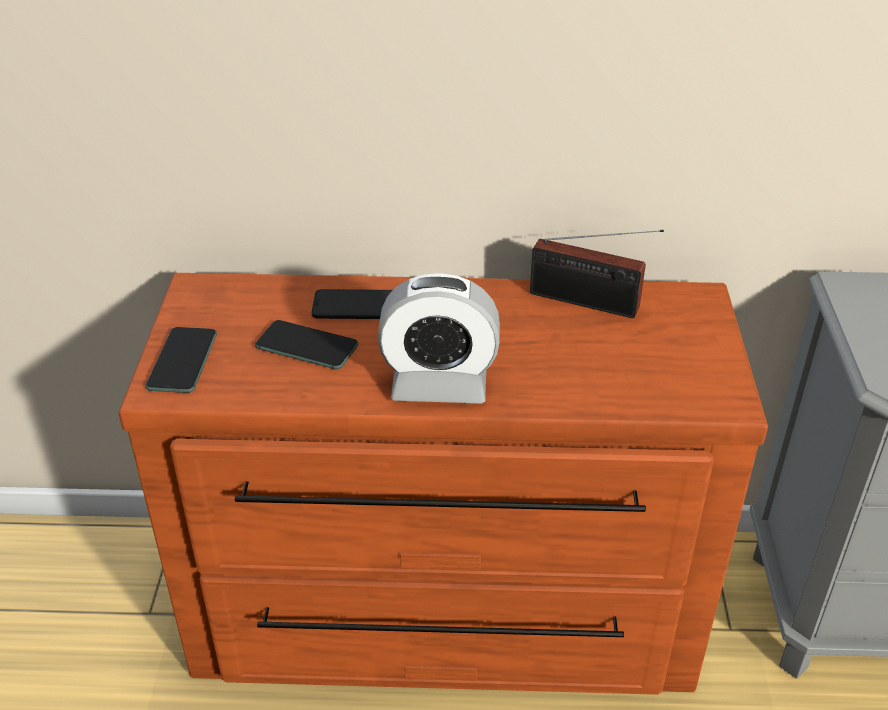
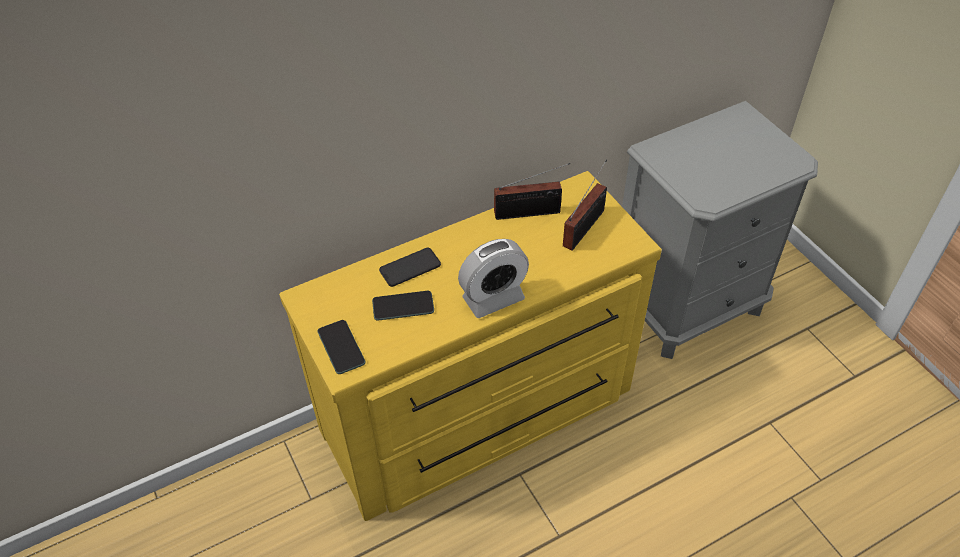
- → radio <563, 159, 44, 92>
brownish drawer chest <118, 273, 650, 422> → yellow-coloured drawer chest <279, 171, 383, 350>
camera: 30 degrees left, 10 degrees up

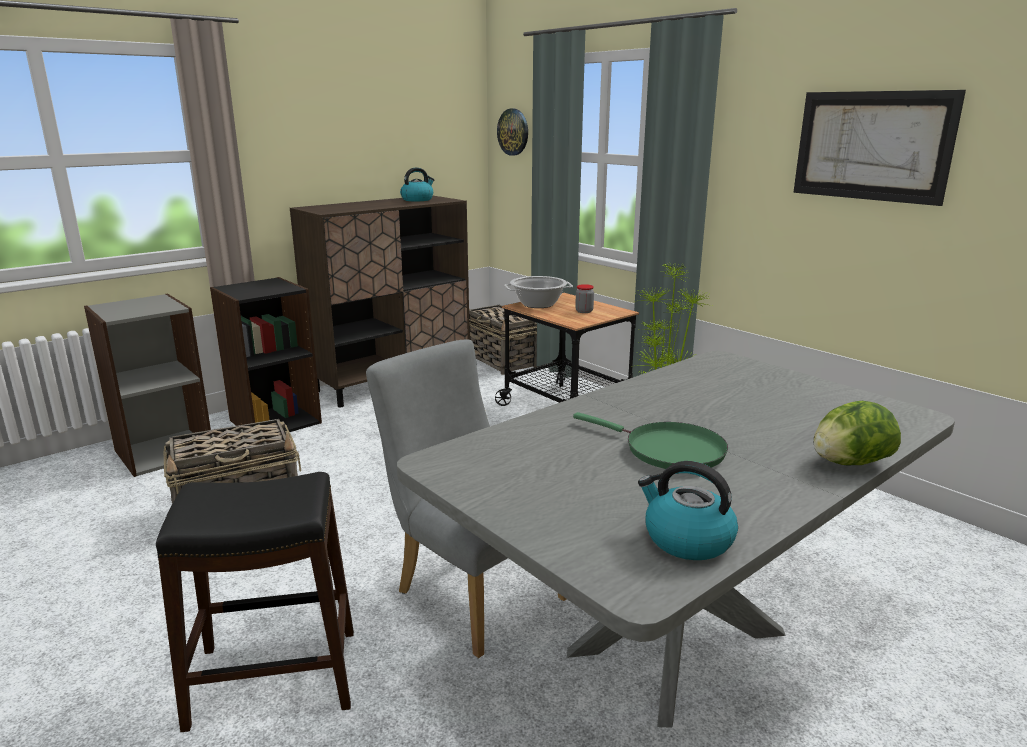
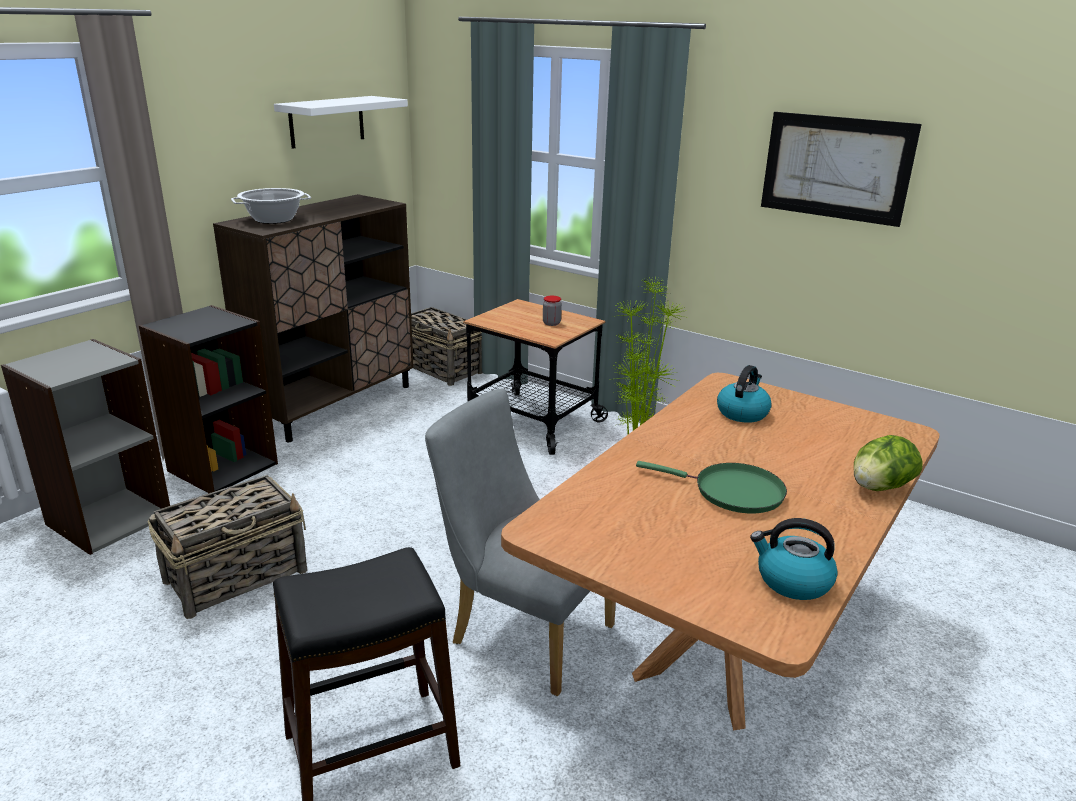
wall clock <497, 109, 31, 47> → -
- → whitish wall shelf <274, 96, 134, 53>
kettle <400, 168, 34, 34> → kettle <717, 365, 55, 58>, relocated
saucepot <504, 276, 69, 32> → saucepot <231, 188, 80, 36>, relocated
grey kitchen table <397, 351, 558, 377> → brownish kitchen table <501, 373, 439, 357>
camera: 15 degrees left, 5 degrees up

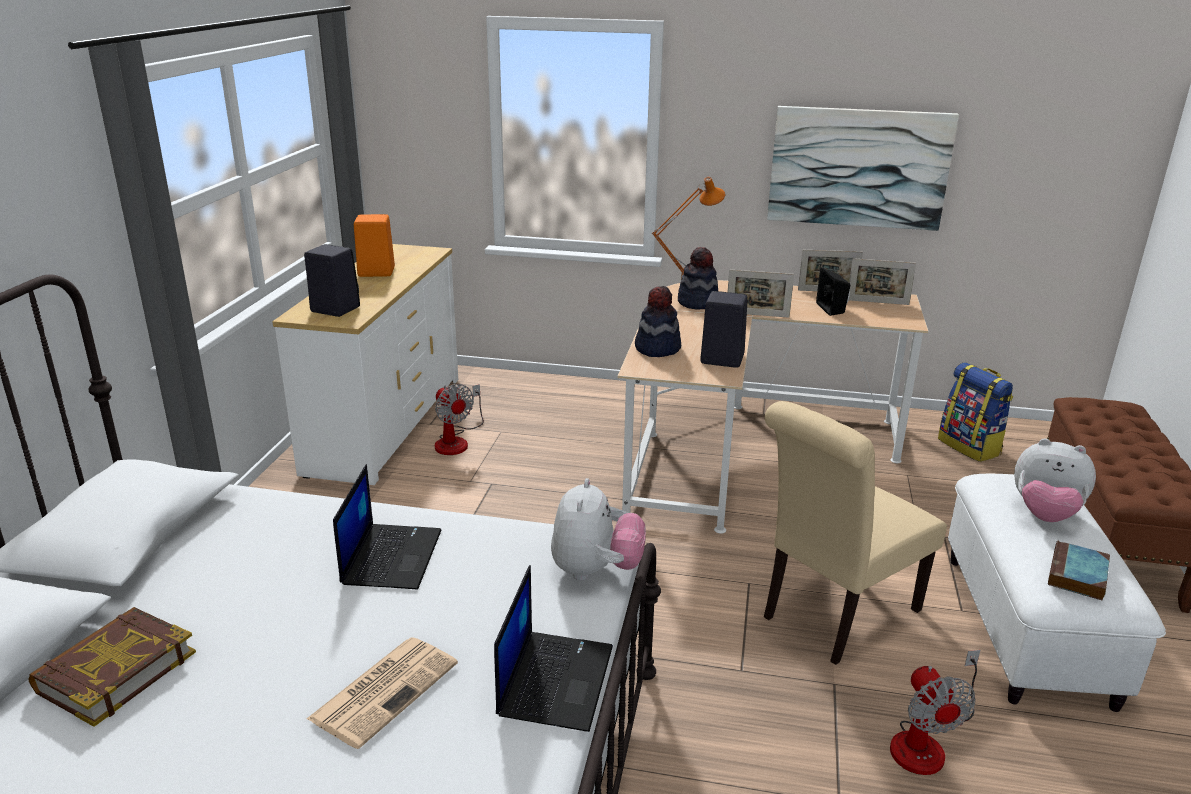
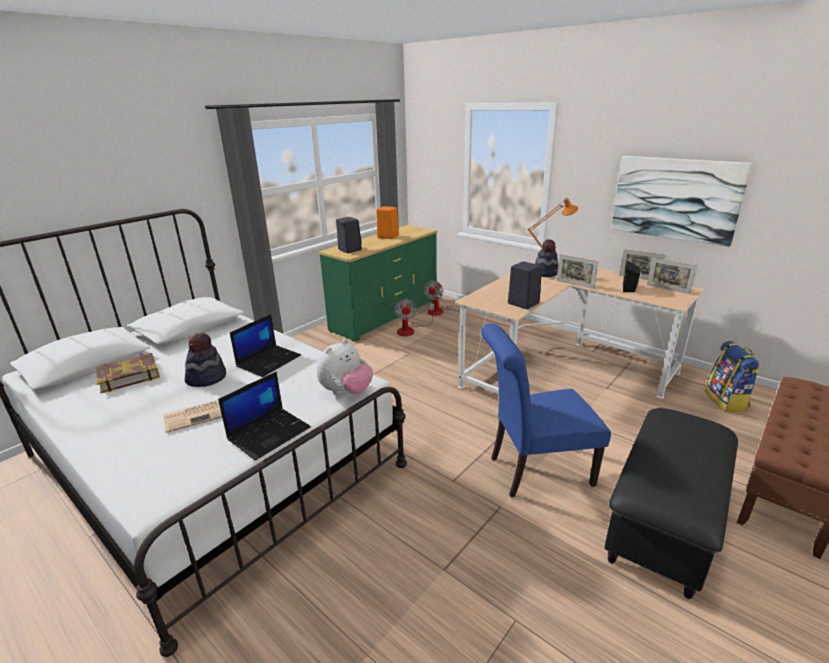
soft toy <1014, 438, 82, 84> → -
book <1048, 541, 62, 60> → -
clothing hat <635, 286, 46, 71> → clothing hat <185, 333, 41, 54>, relocated
fan <890, 650, 90, 125> → fan <424, 280, 48, 36>, relocated
whitish drawer chest <272, 244, 186, 241> → green-coloured drawer chest <319, 225, 118, 117>
sand-coloured plain chair <764, 401, 183, 264> → blue plain chair <481, 324, 130, 173>
whitish ottoman <948, 474, 218, 238> → black ottoman <605, 408, 133, 191>
camera: 30 degrees right, 0 degrees up

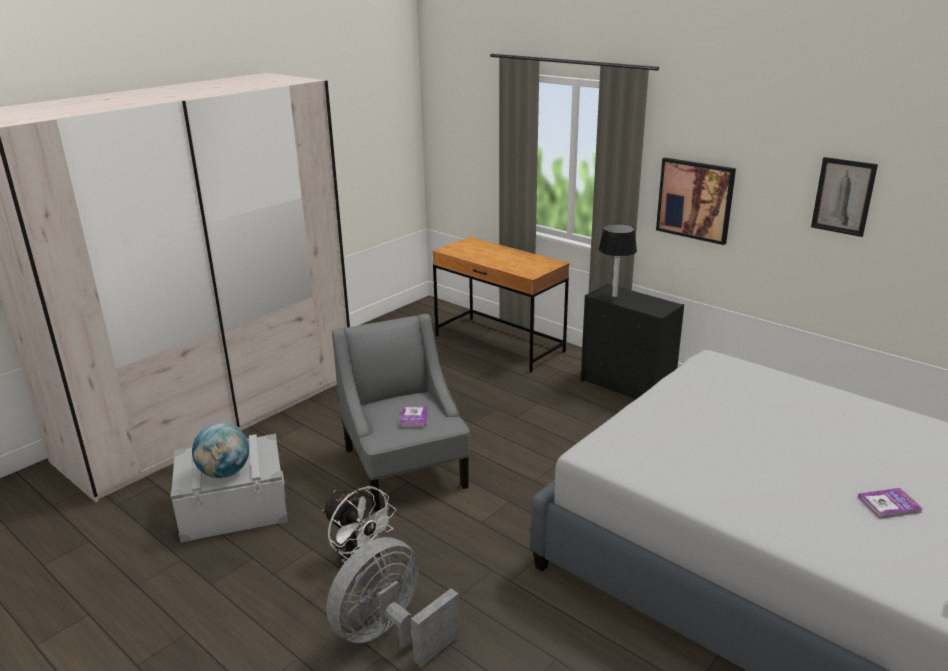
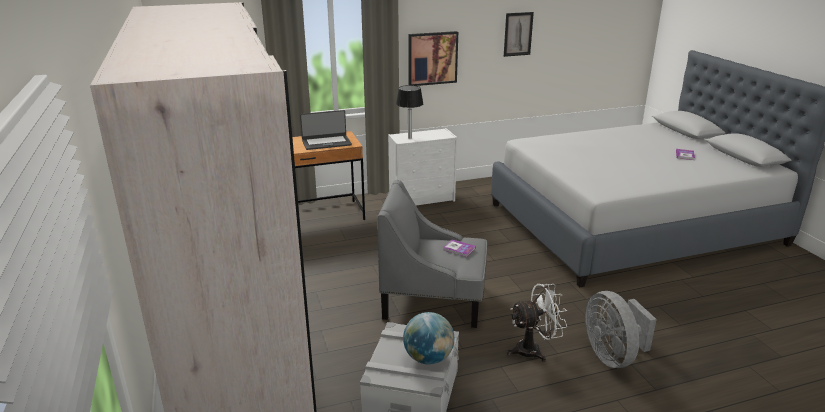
- → notebook computer <300, 110, 52, 40>
black drawer chest <581, 283, 103, 116> → whitish drawer chest <388, 128, 69, 78>
camera: 60 degrees left, 0 degrees up

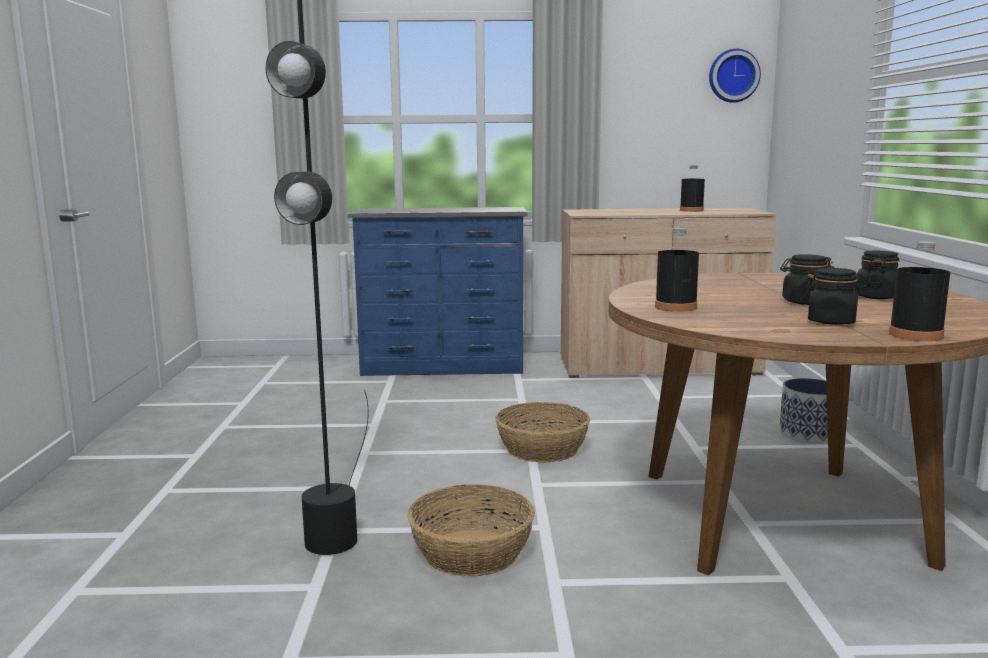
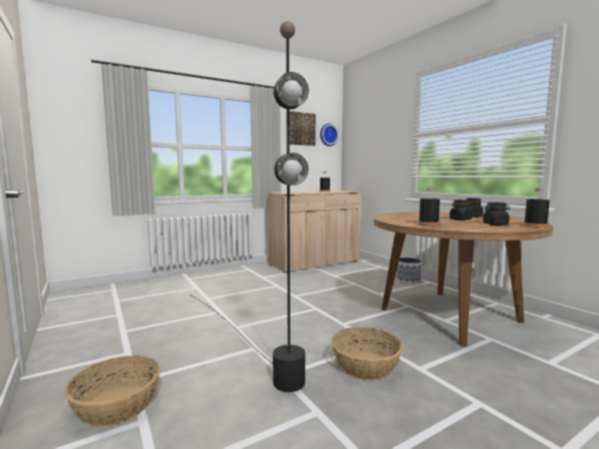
blue drawer chest <348, 207, 179, 169> → -
- → picture <289, 111, 27, 35>
household basket <495, 402, 95, 61> → household basket <65, 355, 96, 72>, relocated
camera: 30 degrees left, 5 degrees down

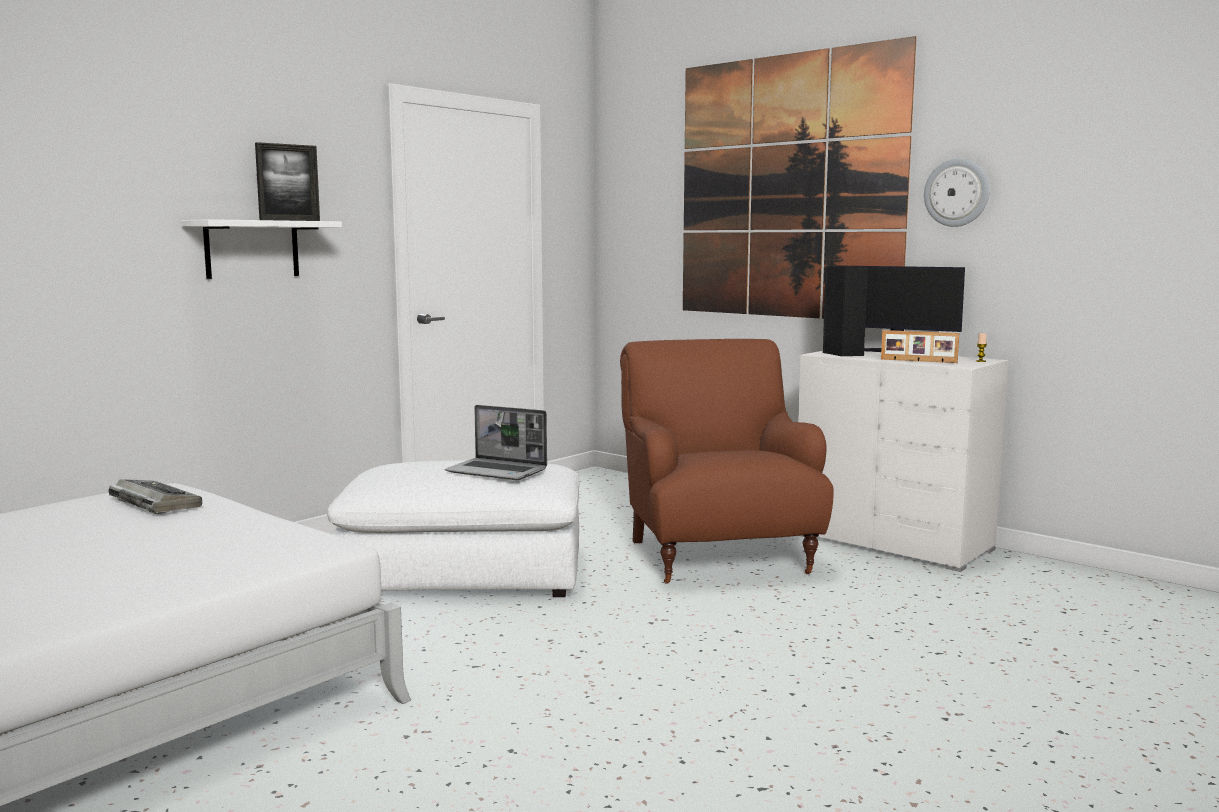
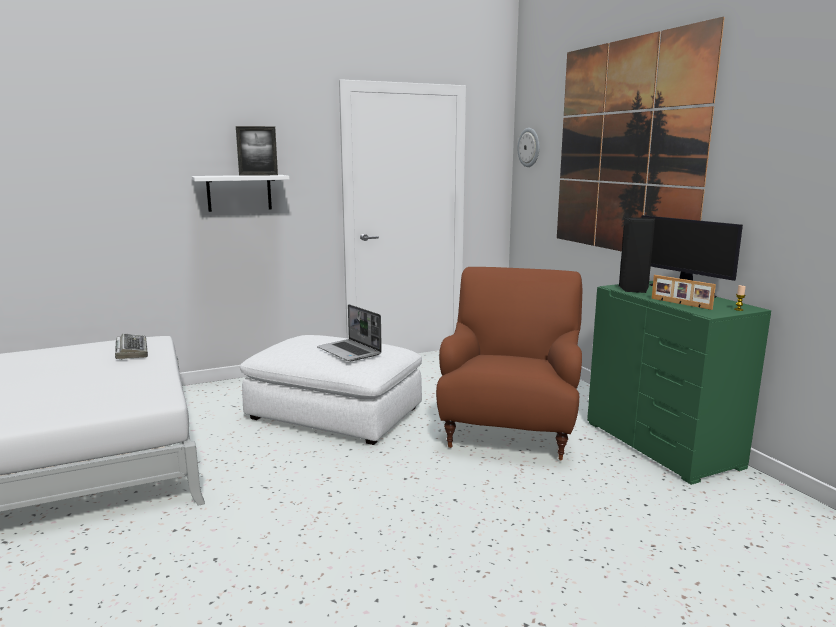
wall clock <924, 158, 66, 69> → wall clock <517, 128, 22, 39>, relocated
whitish drawer chest <798, 351, 211, 221> → green-coloured drawer chest <587, 281, 184, 204>
camera: 25 degrees right, 5 degrees up

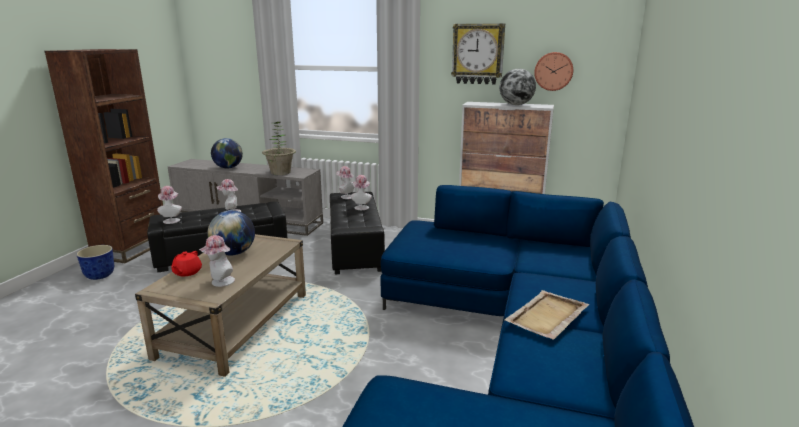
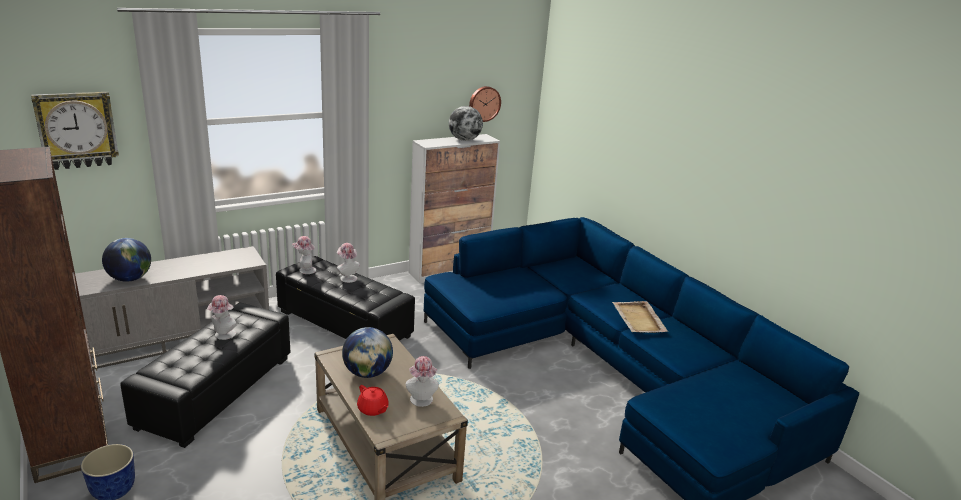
clothing hat <157, 186, 25, 38> → -
houseplant <262, 122, 34, 53> → -
wall clock <451, 23, 54, 61> → wall clock <31, 92, 88, 78>, relocated
camera: 50 degrees left, 5 degrees up

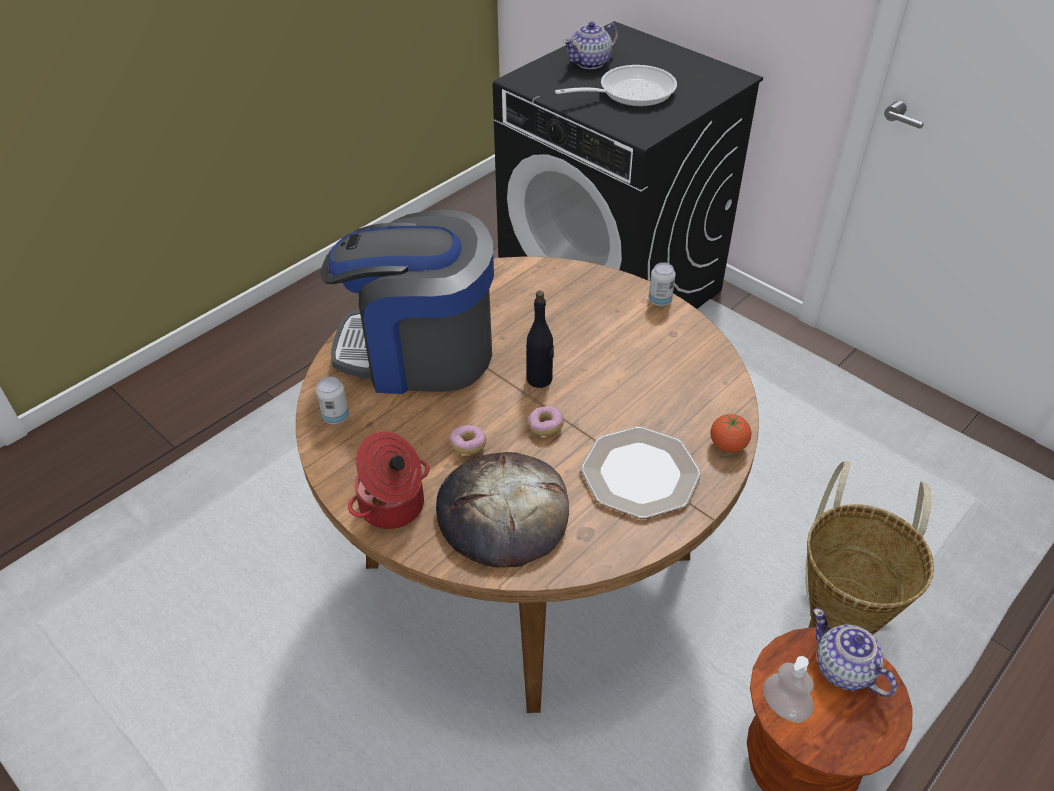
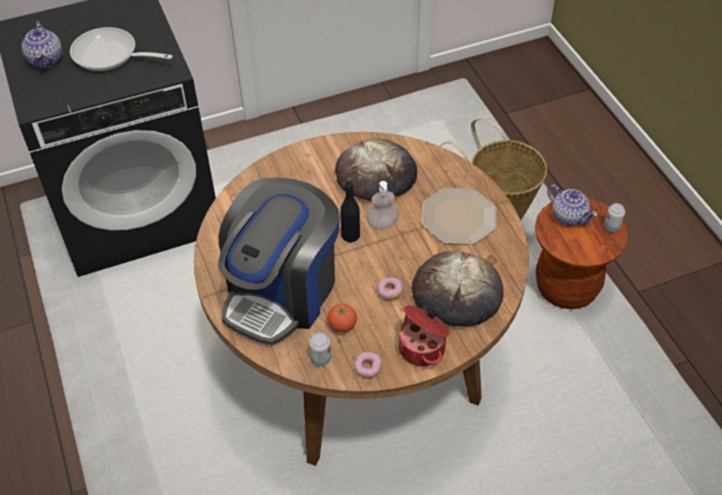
- → baked bread <335, 138, 82, 63>
ring doughnut <528, 406, 35, 30> → ring doughnut <354, 352, 28, 26>, relocated
sealed can <649, 262, 27, 44> → sealed can <604, 203, 21, 29>, relocated
fresh tomato <710, 414, 41, 39> → fresh tomato <327, 304, 30, 29>, relocated
liquid soap bottle <763, 656, 51, 67> → liquid soap bottle <366, 181, 34, 49>, relocated
skillet <555, 65, 122, 41> → skillet <70, 27, 103, 44>, 75 degrees counterclockwise
teapot <813, 608, 84, 89> → teapot <547, 185, 51, 41>, 120 degrees counterclockwise
camera: 65 degrees left, 5 degrees up

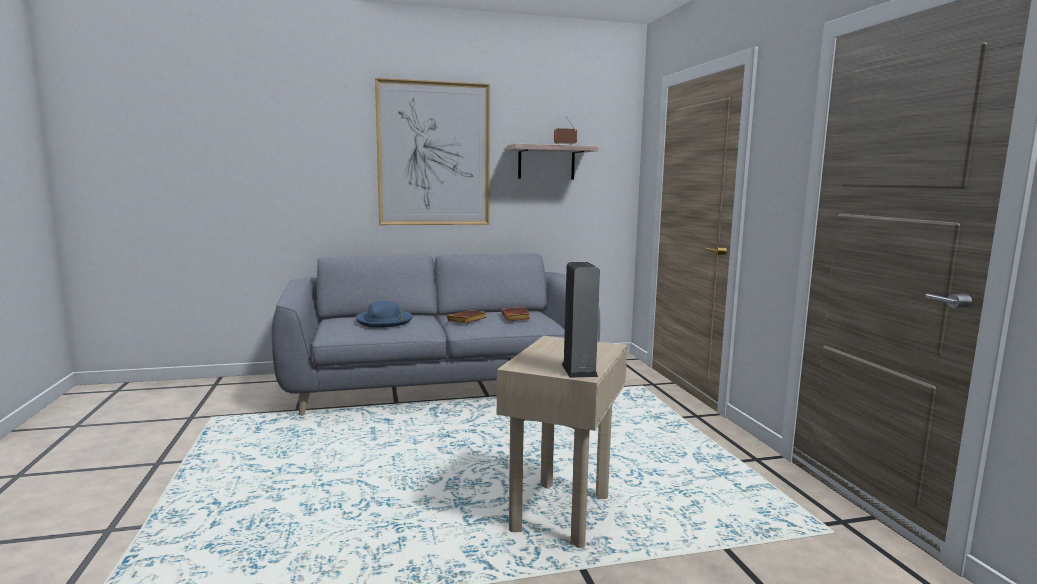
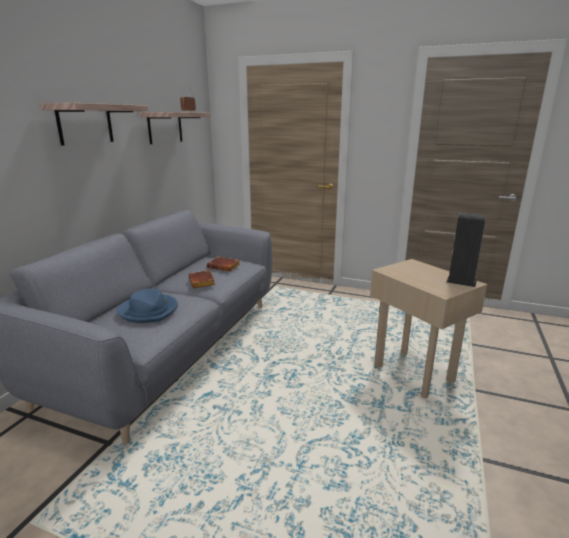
picture <375, 78, 115, 147> → wall shelf <40, 103, 108, 43>
camera: 55 degrees left, 10 degrees up

